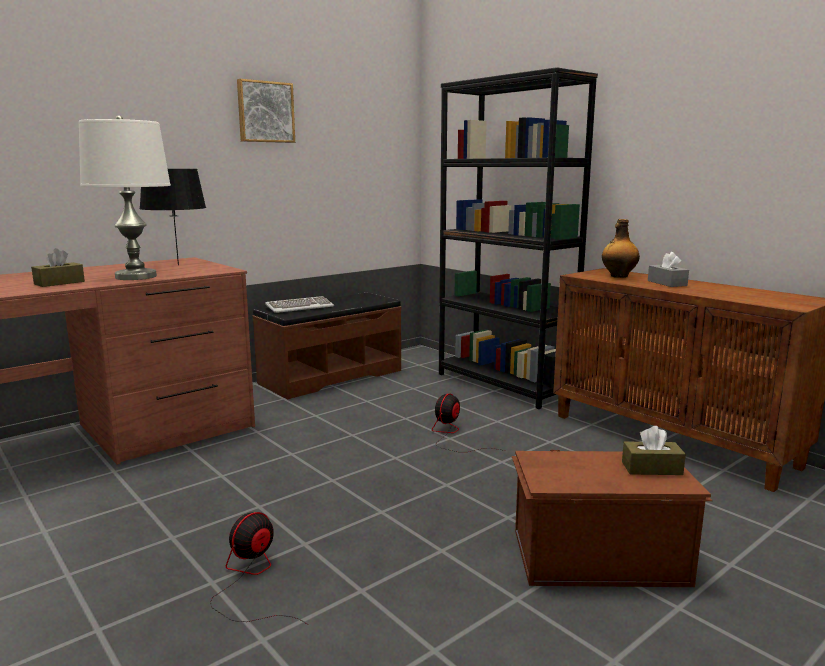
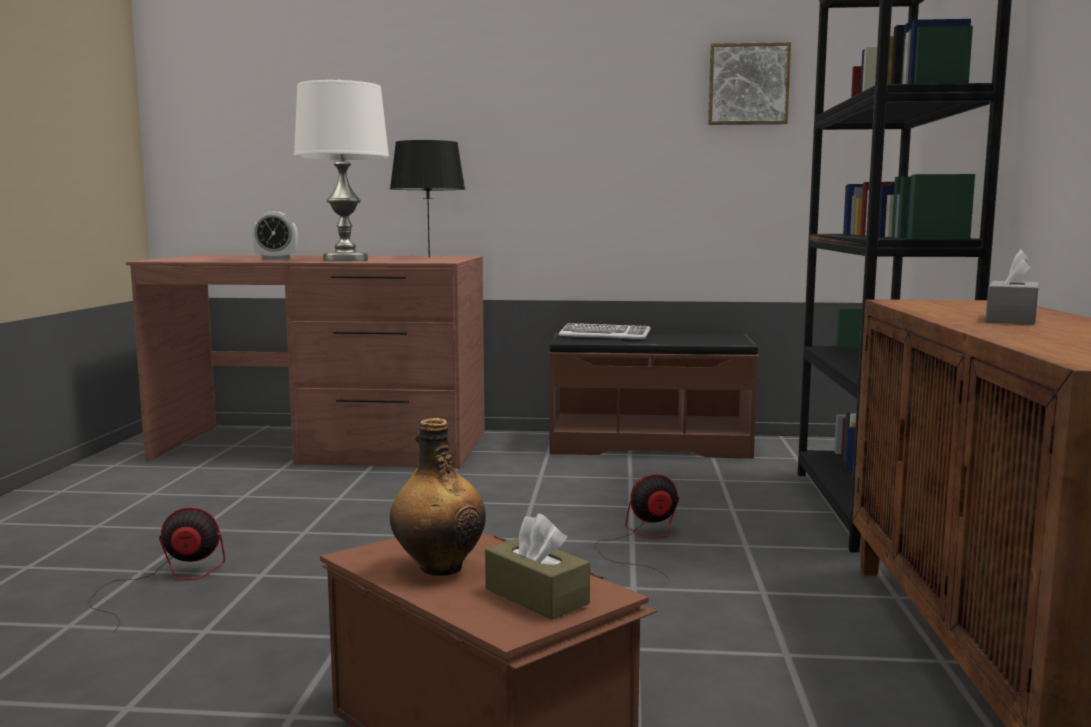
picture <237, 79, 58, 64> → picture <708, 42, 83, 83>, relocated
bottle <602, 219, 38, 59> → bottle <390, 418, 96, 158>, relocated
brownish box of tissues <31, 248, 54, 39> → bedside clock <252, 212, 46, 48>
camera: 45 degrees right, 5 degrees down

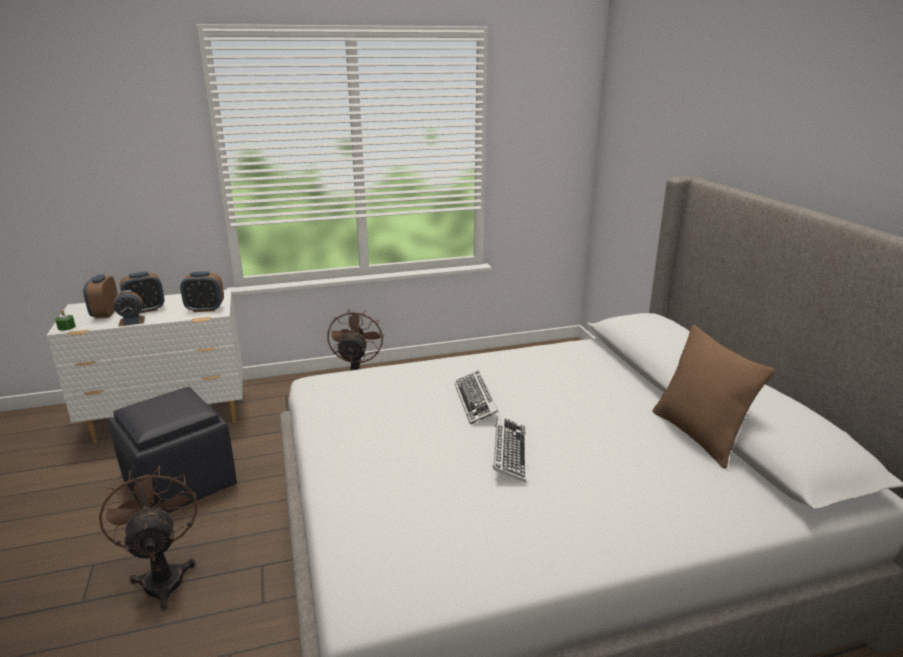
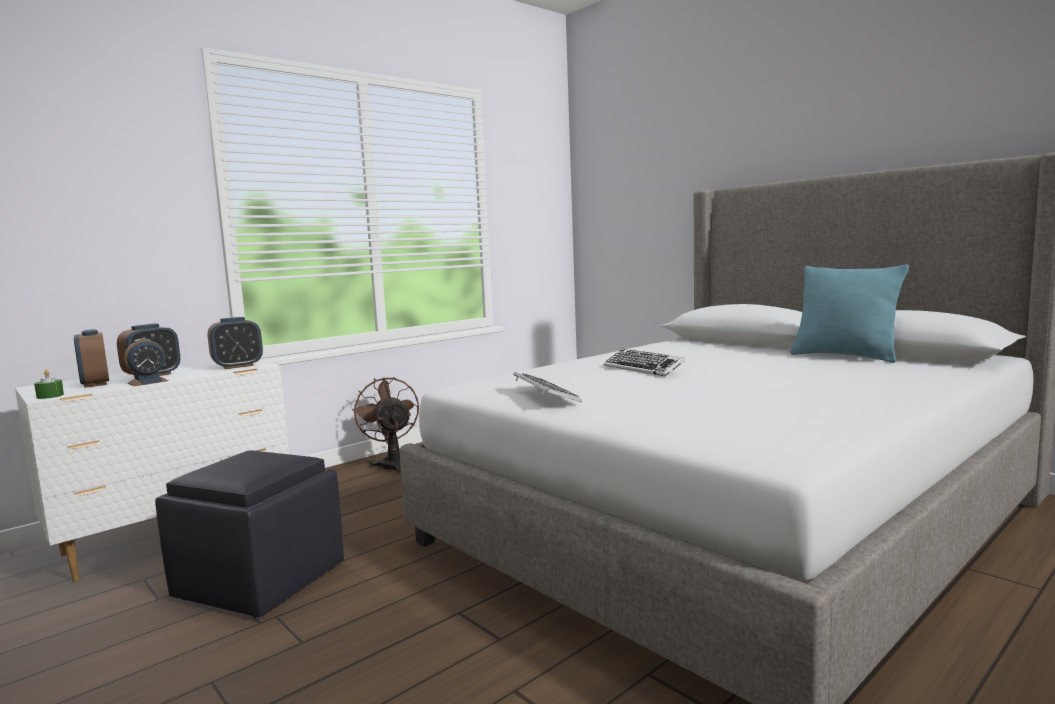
brownish fan <99, 465, 98, 146> → -
keyboard <492, 415, 34, 67> → keyboard <513, 372, 68, 30>, relocated
brownish pillow <653, 325, 122, 143> → turquoise pillow <790, 264, 119, 99>
camera: 25 degrees left, 15 degrees down

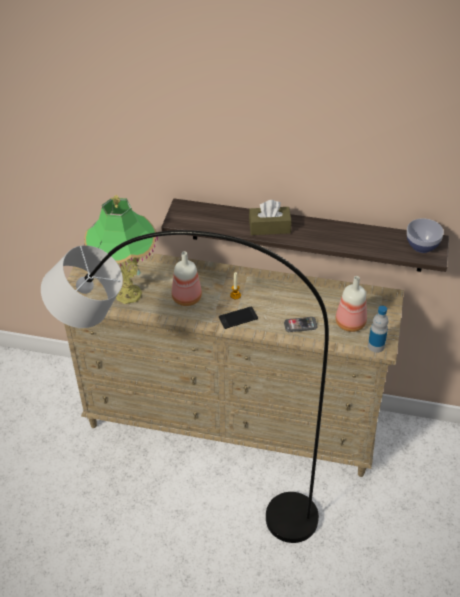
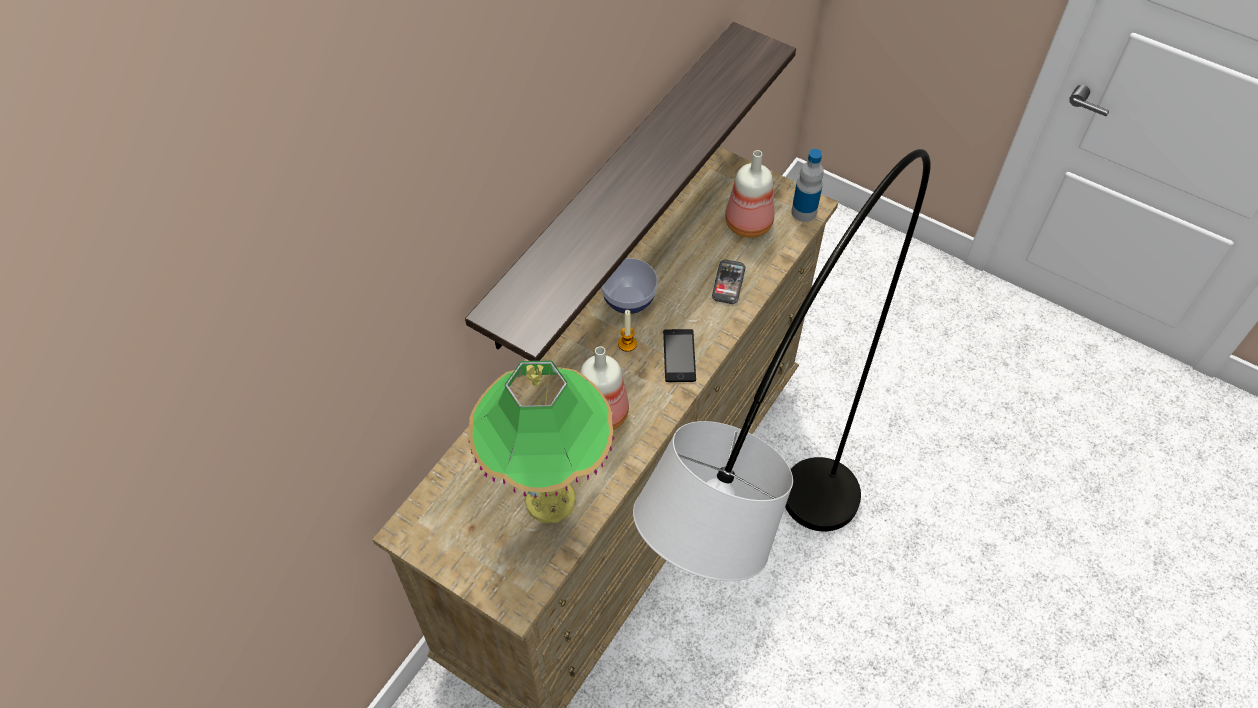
brownish box of tissues <249, 200, 43, 35> → -
serving bowl <407, 218, 37, 35> → serving bowl <601, 258, 57, 56>, relocated
camera: 70 degrees left, 10 degrees up

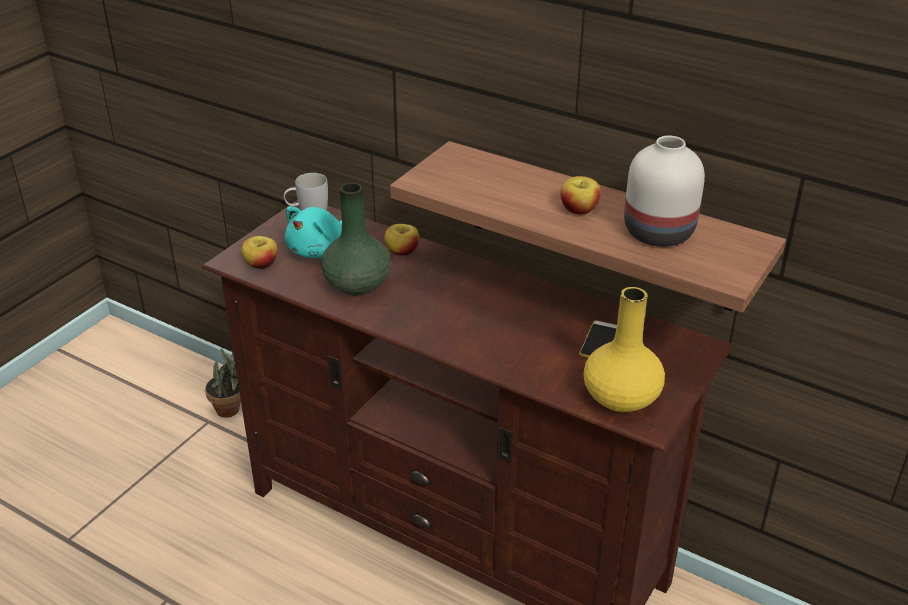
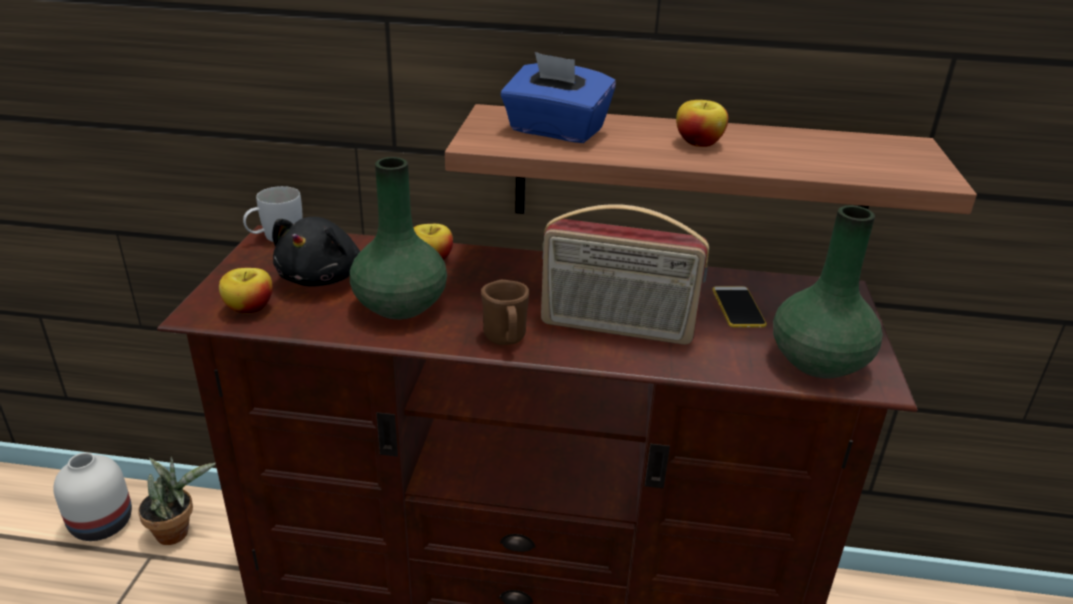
- → brownish tea mug <481, 280, 48, 65>
- → blue box of tissues <501, 52, 115, 91>
- → radio <541, 204, 168, 141>
whitish flower vase <624, 136, 81, 111> → whitish flower vase <53, 452, 79, 89>, relocated
turquoise soft toy <285, 206, 57, 52> → black soft toy <272, 217, 88, 70>
yellow-coloured flower vase <583, 287, 82, 125> → green-coloured flower vase <773, 206, 110, 173>
camera: 25 degrees left, 5 degrees down

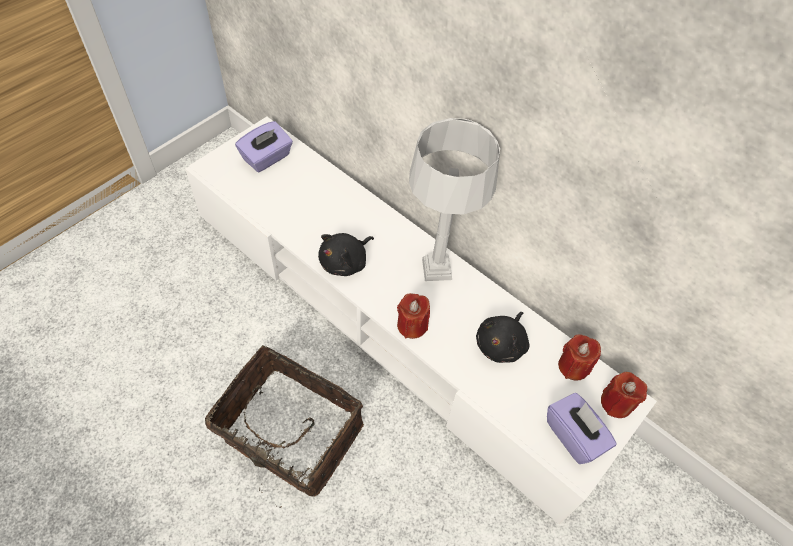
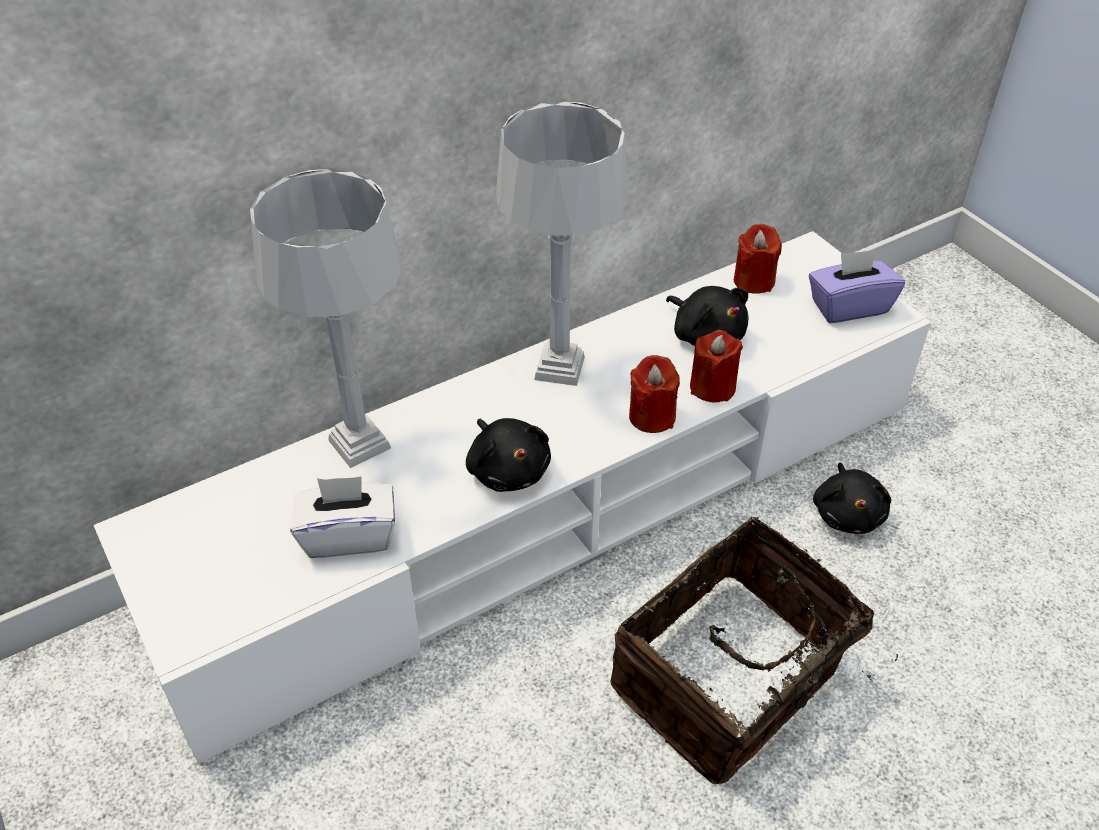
purplish box of tissues <235, 121, 58, 51> → -
- → grey lamp for a table <250, 169, 151, 299>
- → whitish box of tissues <290, 476, 105, 82>
- → black soft toy <813, 463, 78, 71>
red-coloured wax candle <601, 372, 46, 46> → red-coloured wax candle <690, 330, 53, 73>, relocated
camera: 70 degrees left, 10 degrees down

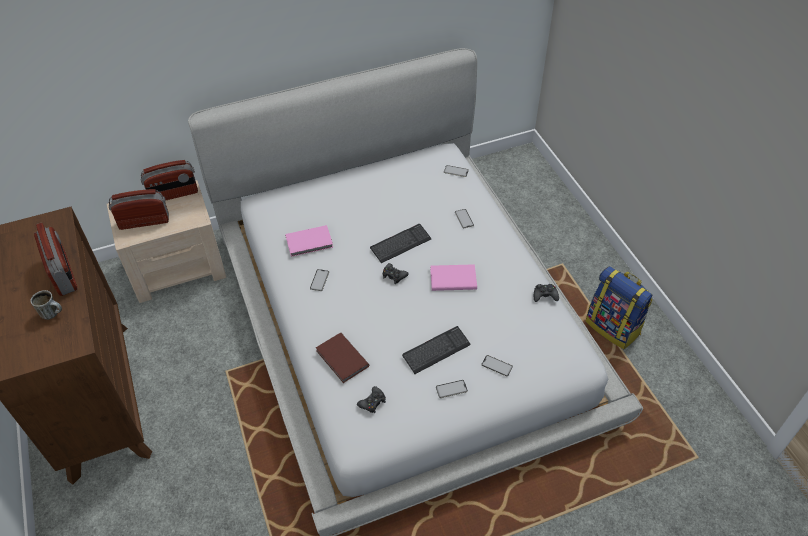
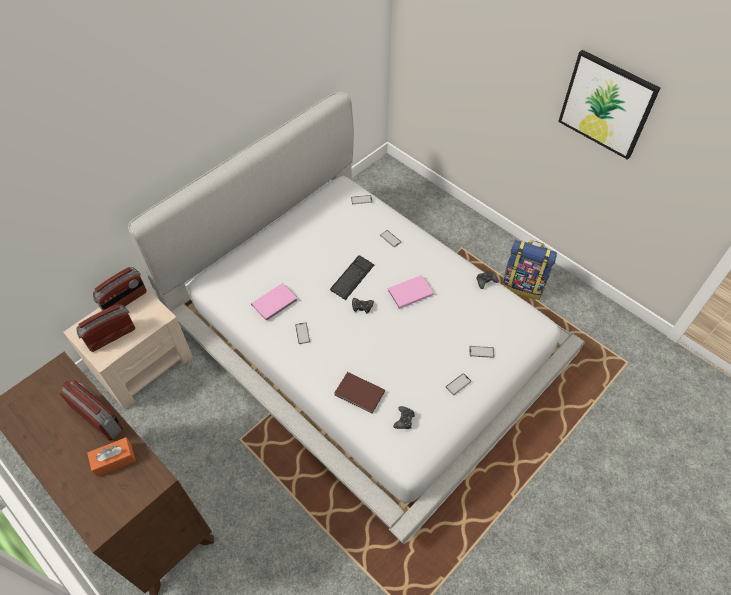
keyboard <402, 326, 69, 48> → -
- → picture <558, 50, 102, 110>
tea mug <30, 290, 32, 30> → orangey box of tissues <87, 437, 49, 40>
camera: 25 degrees left, 5 degrees up

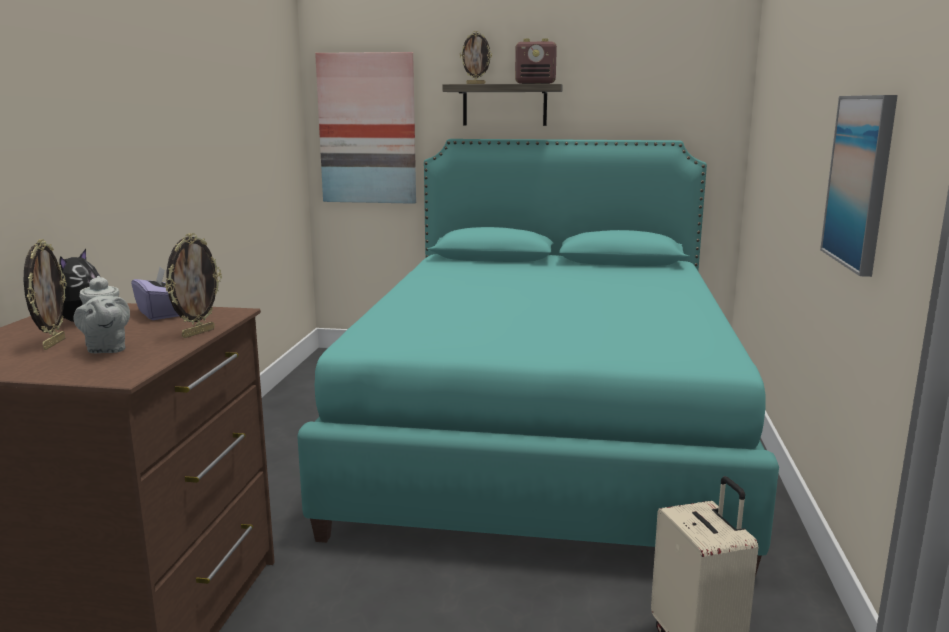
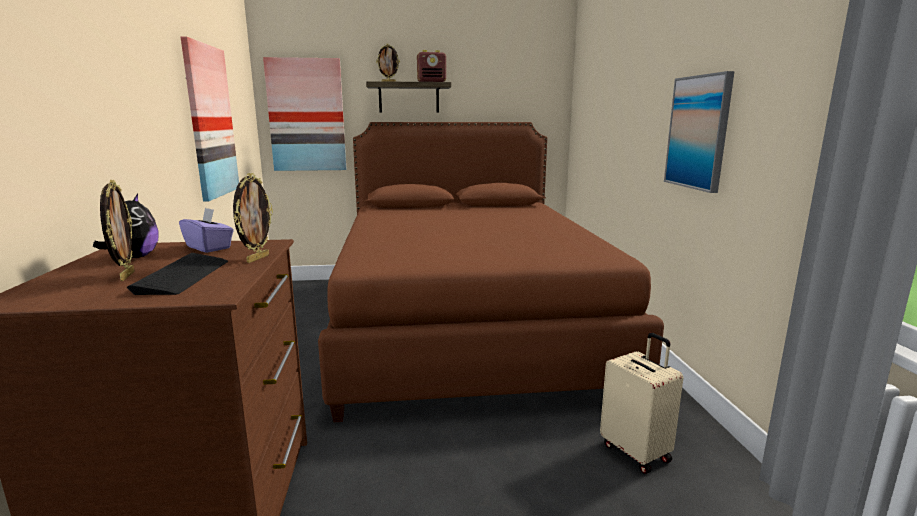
- → picture <181, 36, 58, 166>
grey teapot <74, 276, 56, 77> → keyboard <127, 253, 101, 42>
turquoise bed <298, 139, 481, 438> → brownish bed <318, 122, 346, 300>
camera: 15 degrees left, 0 degrees up

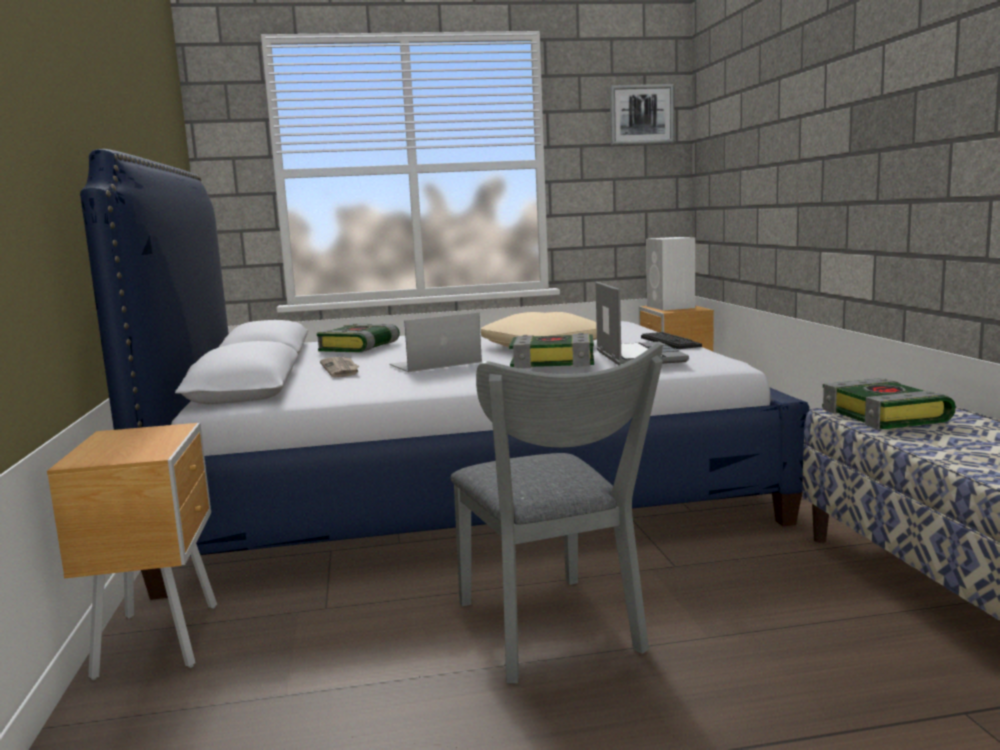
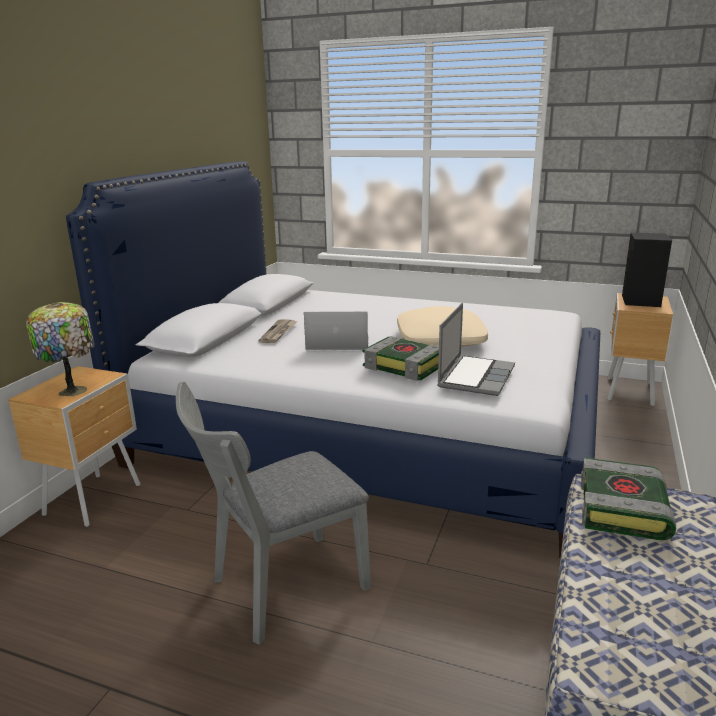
book <317, 324, 83, 29> → -
picture <610, 84, 65, 62> → -
keyboard <641, 332, 61, 17> → -
- → lamp for a table <26, 302, 69, 94>
whitish speaker <646, 237, 49, 73> → black speaker <622, 233, 50, 74>
grey plain chair <451, 343, 212, 340> → grey plain chair <176, 381, 195, 264>, 45 degrees clockwise
camera: 30 degrees right, 10 degrees up

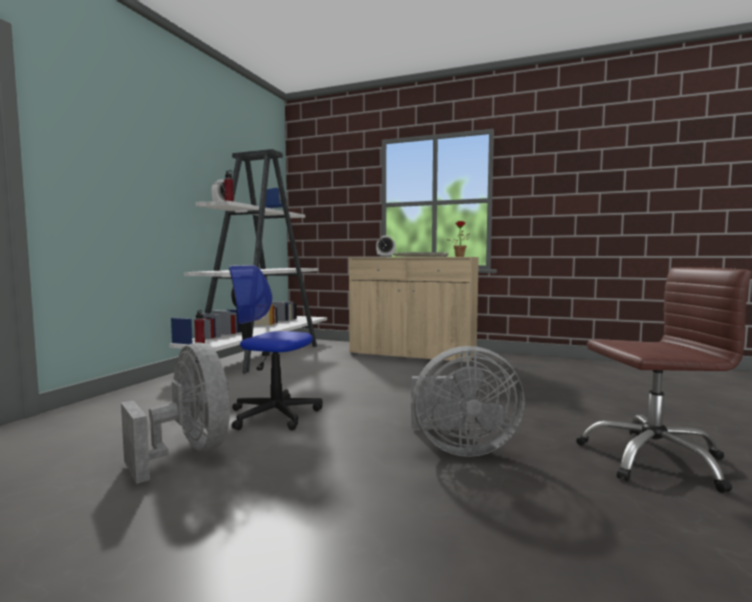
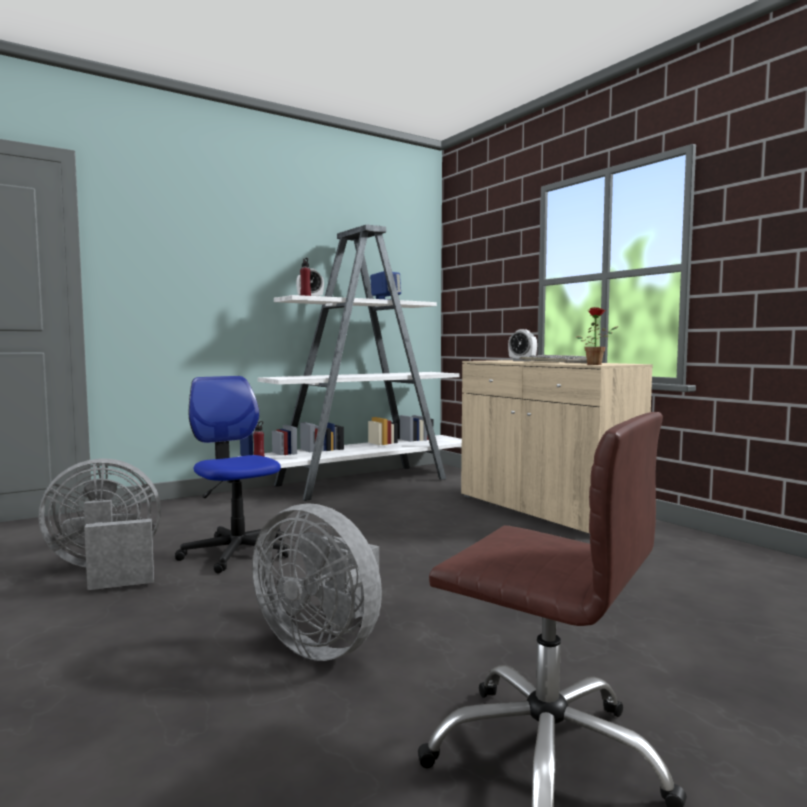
grey fan <121, 343, 109, 141> → grey fan <38, 458, 123, 132>, 105 degrees counterclockwise
camera: 35 degrees right, 0 degrees up

